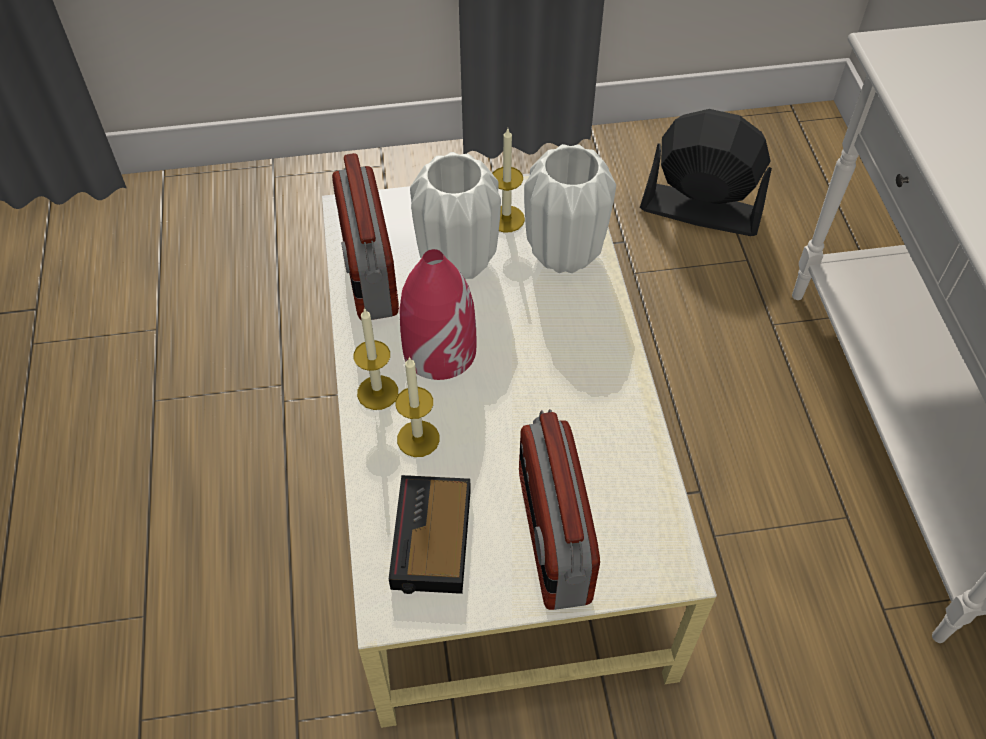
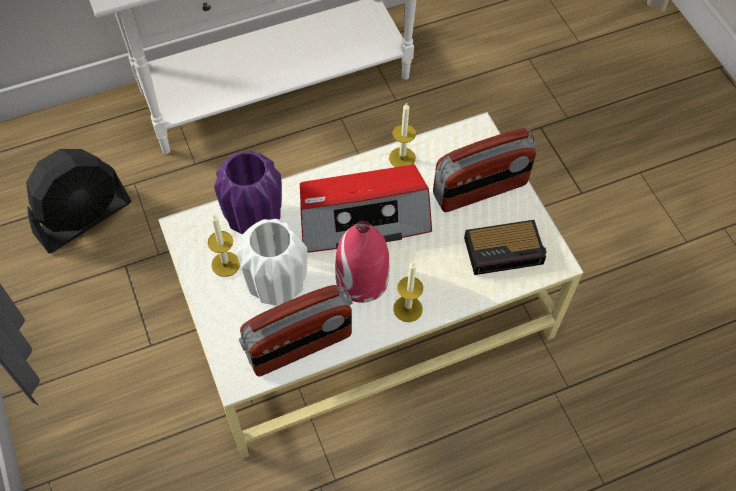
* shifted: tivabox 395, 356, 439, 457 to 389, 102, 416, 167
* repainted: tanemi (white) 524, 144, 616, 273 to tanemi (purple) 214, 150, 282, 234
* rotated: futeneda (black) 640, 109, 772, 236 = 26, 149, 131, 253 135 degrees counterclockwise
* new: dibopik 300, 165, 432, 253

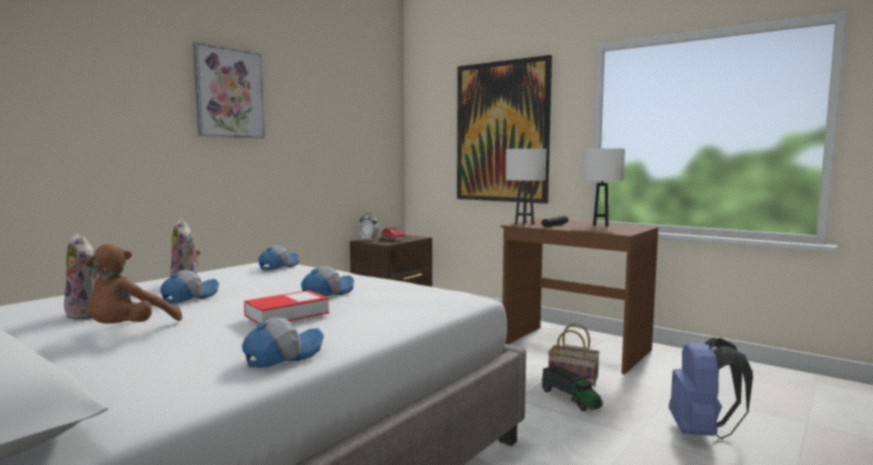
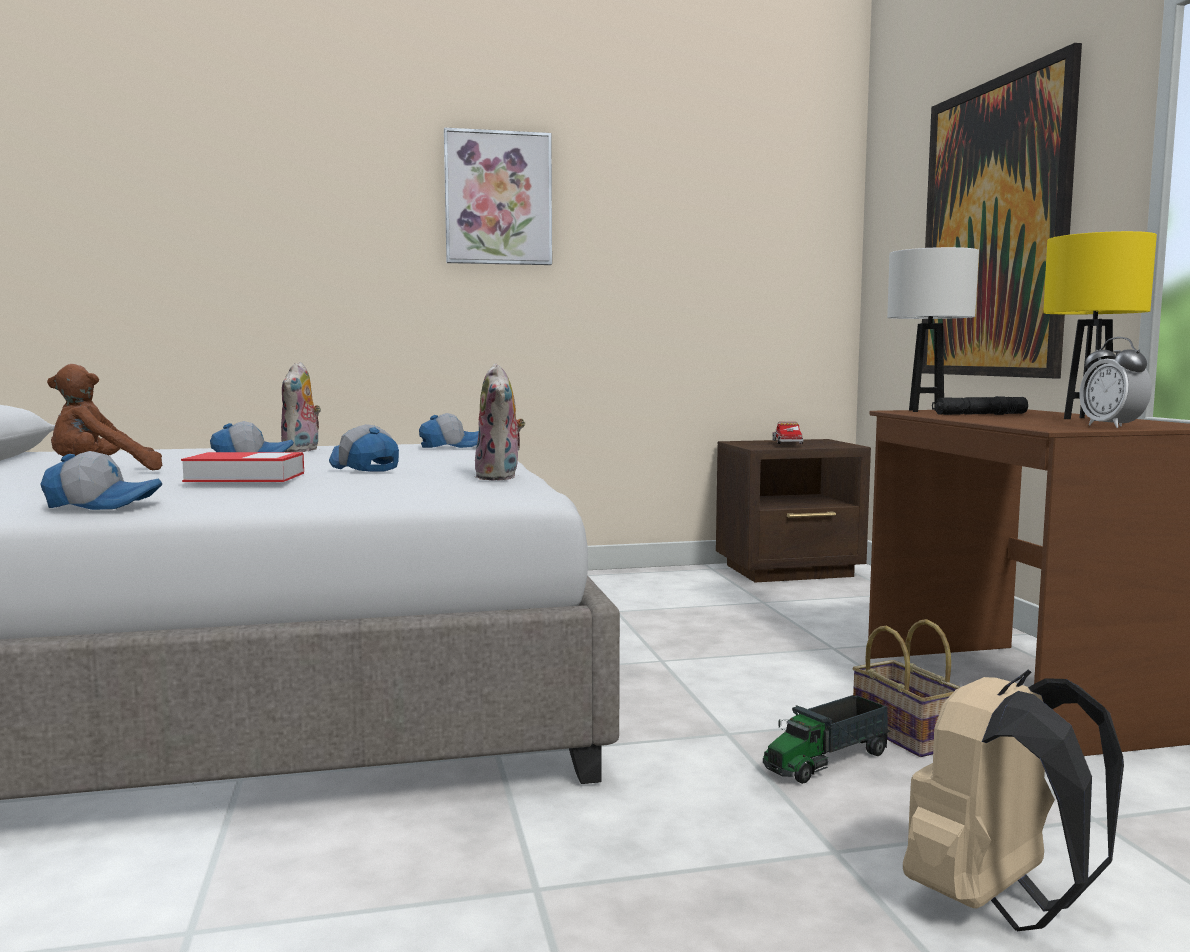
* shifted: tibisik 64, 234, 99, 320 to 475, 363, 525, 480
* rotated: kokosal 301, 266, 354, 297 = 329, 424, 399, 471 120 degrees counterclockwise
* shifted: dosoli 359, 213, 379, 240 to 1079, 337, 1152, 428
* rotated: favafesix 541, 365, 603, 411 = 763, 695, 890, 784 45 degrees clockwise
* repainted: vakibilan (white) 582, 148, 625, 227 to vakibilan (yellow) 1043, 231, 1157, 421
* repainted: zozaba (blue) 669, 337, 753, 439 to zozaba (beige) 903, 670, 1124, 931

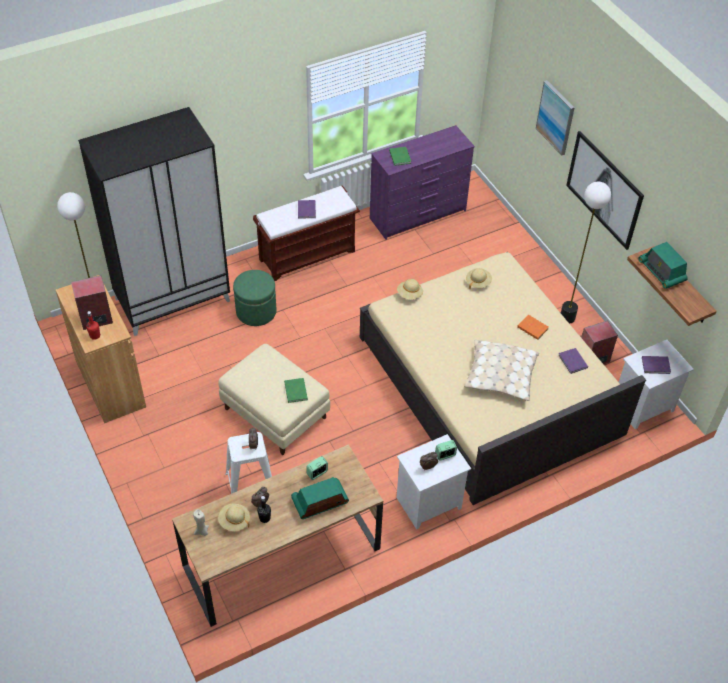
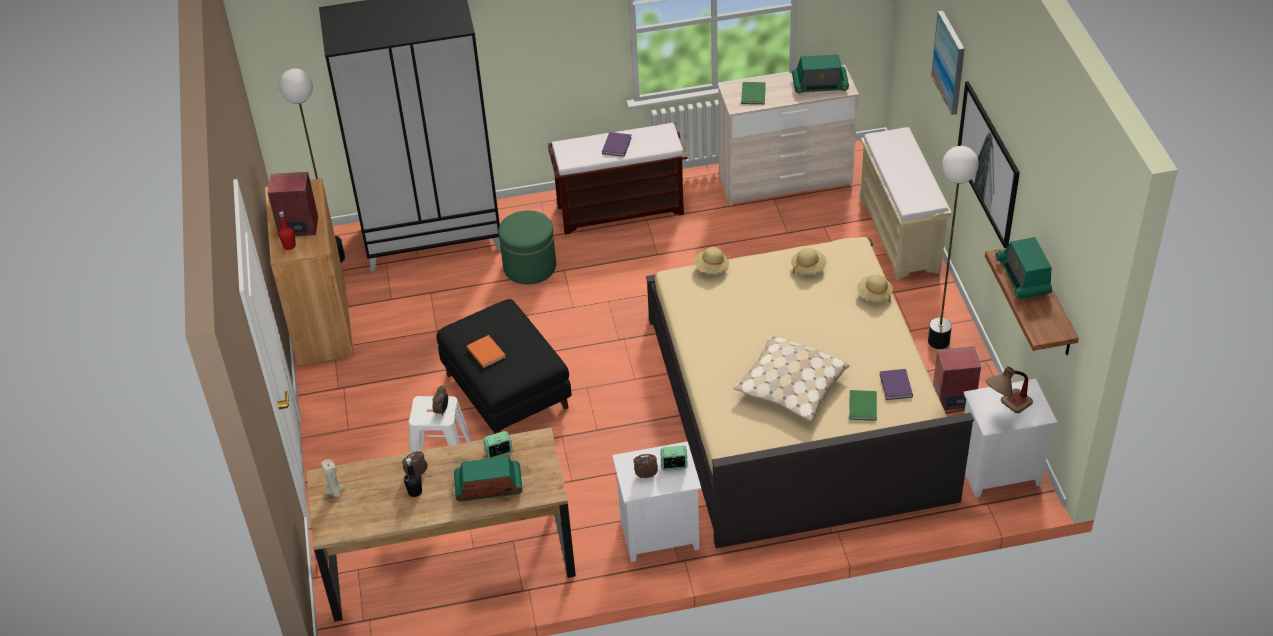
* shifted: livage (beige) 218, 503, 250, 531 to 857, 274, 893, 303
* repainted: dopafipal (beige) 219, 344, 330, 455 to dopafipal (black) 437, 299, 571, 434
* shifted: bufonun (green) 284, 378, 308, 403 to 849, 390, 877, 421
* repainted: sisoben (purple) 370, 125, 475, 240 to sisoben (beige) 718, 65, 859, 206
* shifted: bufonun (orange) 517, 315, 549, 340 to 467, 335, 506, 368
* swapped: bufonun (purple) 642, 356, 671, 374 to vakibilan 986, 367, 1033, 413
* new: dibopik 792, 54, 849, 94
* new: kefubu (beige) 860, 127, 952, 280

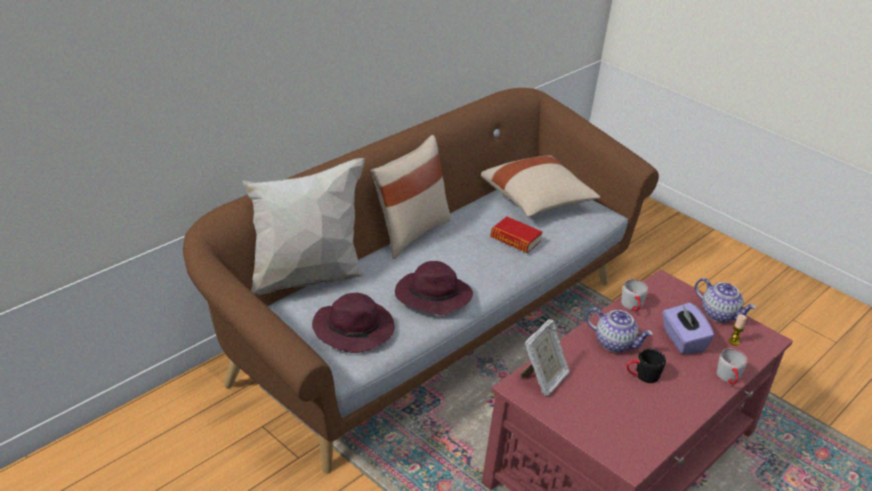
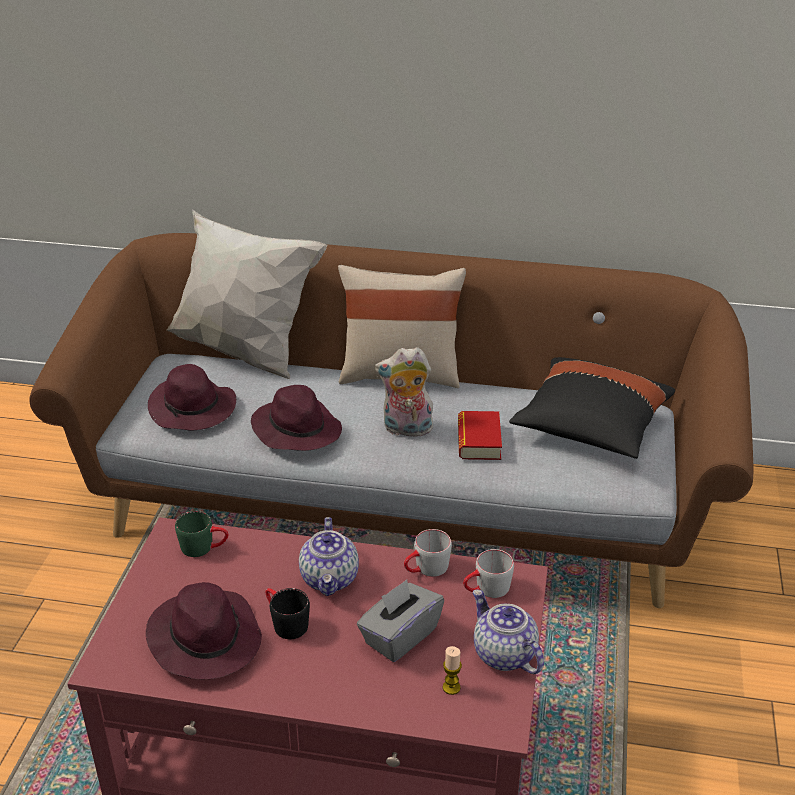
* repainted: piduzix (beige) 481, 155, 600, 217 to piduzix (black) 509, 357, 675, 459
* swapped: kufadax 521, 319, 570, 396 to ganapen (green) 175, 511, 228, 557
* repainted: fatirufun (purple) 663, 303, 715, 354 to fatirufun (grey) 357, 579, 444, 662
* rotated: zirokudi 695, 278, 756, 323 = 473, 589, 544, 674 135 degrees clockwise
* shifted: ganapen (grey) 717, 348, 747, 385 to 463, 549, 514, 598
* new: livage (purple) 146, 582, 262, 680
* new: tibisik 375, 347, 433, 437

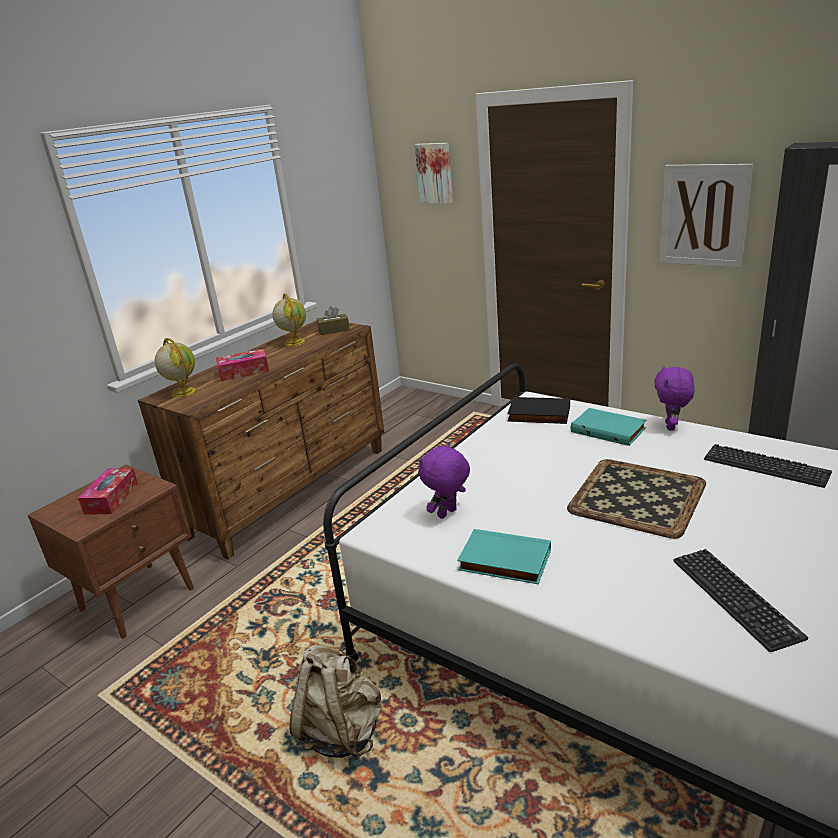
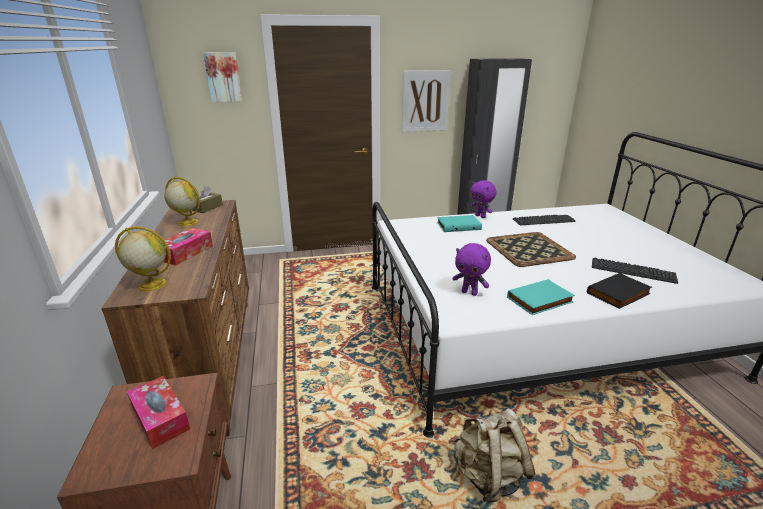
* rotated: tibisik (purple) 418, 442, 470, 519 = 452, 243, 491, 296 60 degrees counterclockwise
* shifted: bufonun (black) 507, 397, 570, 424 to 587, 273, 652, 309

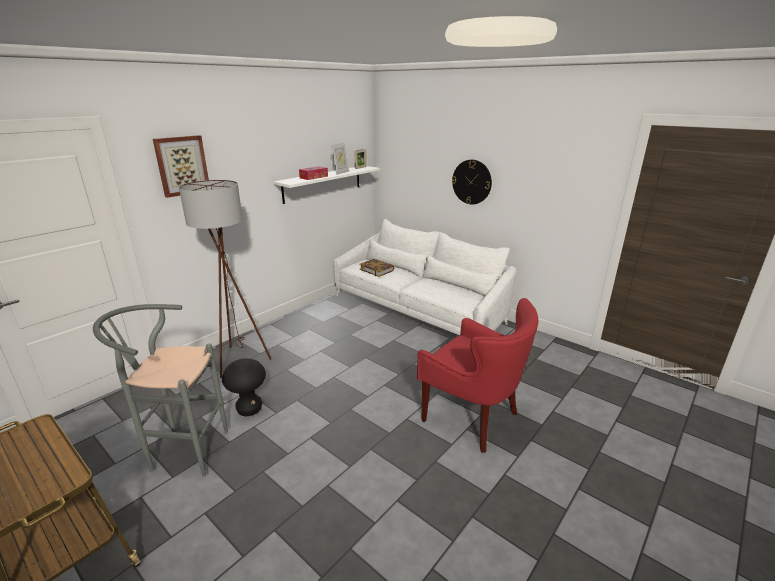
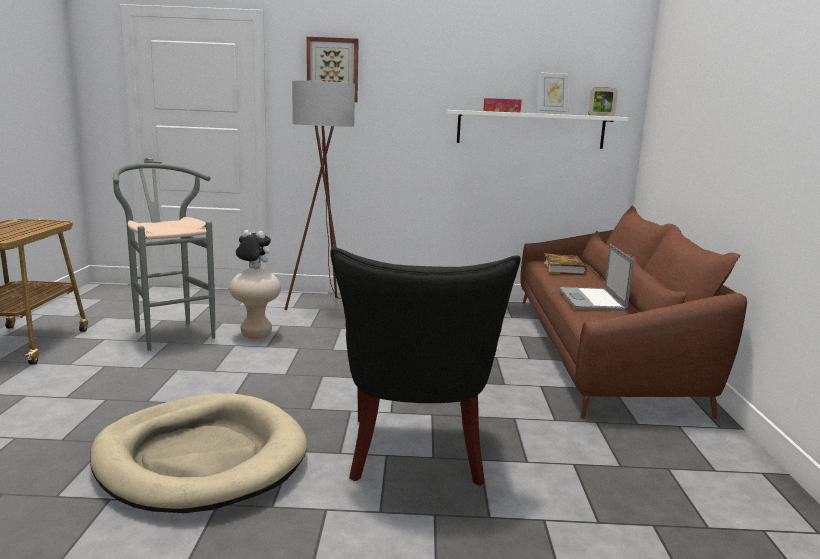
* repainted: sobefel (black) 222, 358, 266, 416 to sobefel (beige) 230, 268, 281, 339
* repainted: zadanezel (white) 333, 219, 516, 335 to zadanezel (brown) 520, 206, 747, 419
* repainted: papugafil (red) 417, 298, 539, 453 to papugafil (black) 330, 247, 521, 486
* gone: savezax 452, 160, 492, 204
* new: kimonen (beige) 90, 393, 307, 513
* new: tibisik 236, 230, 271, 269
* new: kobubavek 559, 244, 634, 311

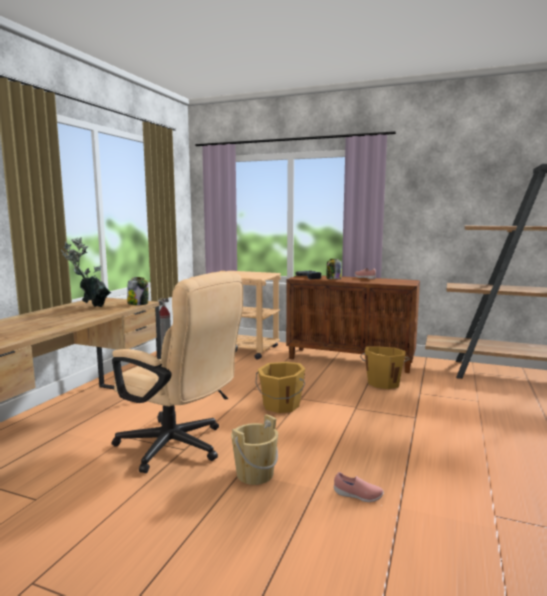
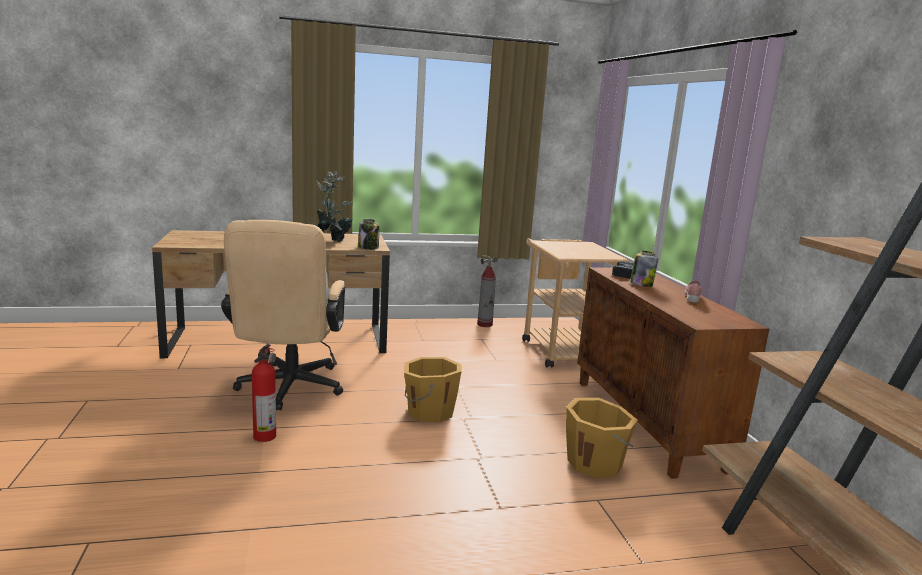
* swapped: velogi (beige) 231, 414, 278, 485 to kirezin 252, 344, 276, 442
* gone: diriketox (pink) 334, 472, 384, 502

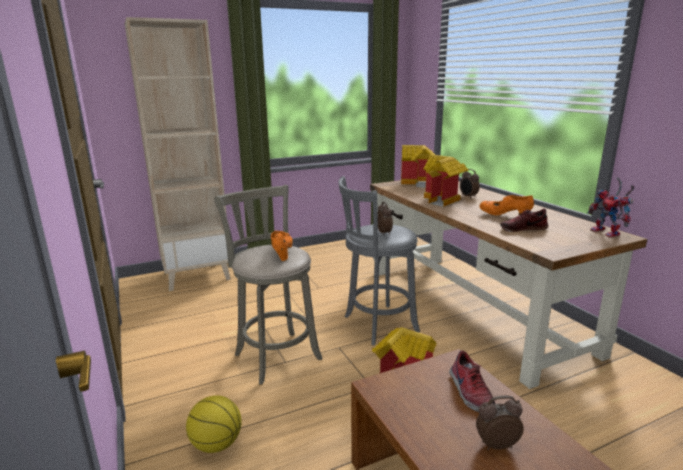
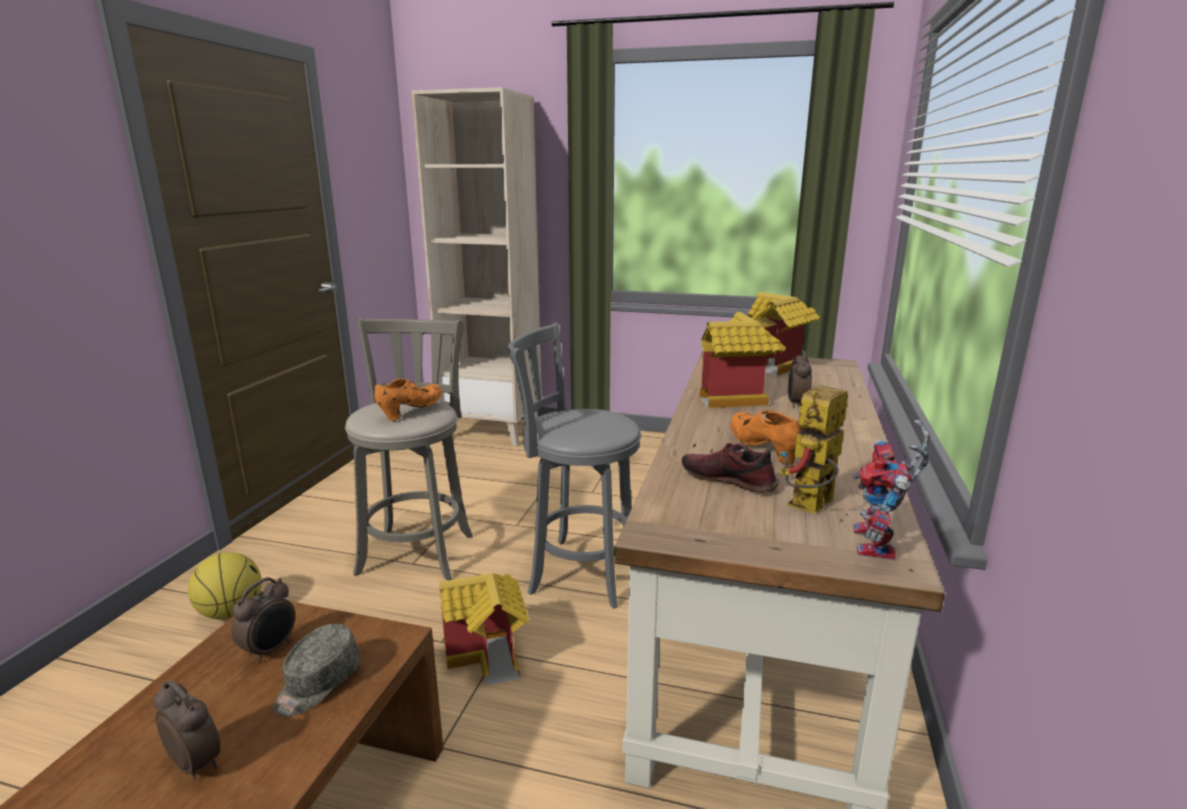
* shifted: dosoli 378, 202, 393, 235 to 232, 577, 296, 663
* swapped: diriketox 449, 350, 495, 412 to kokosal (grey) 273, 624, 360, 716
* new: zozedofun 780, 385, 848, 514

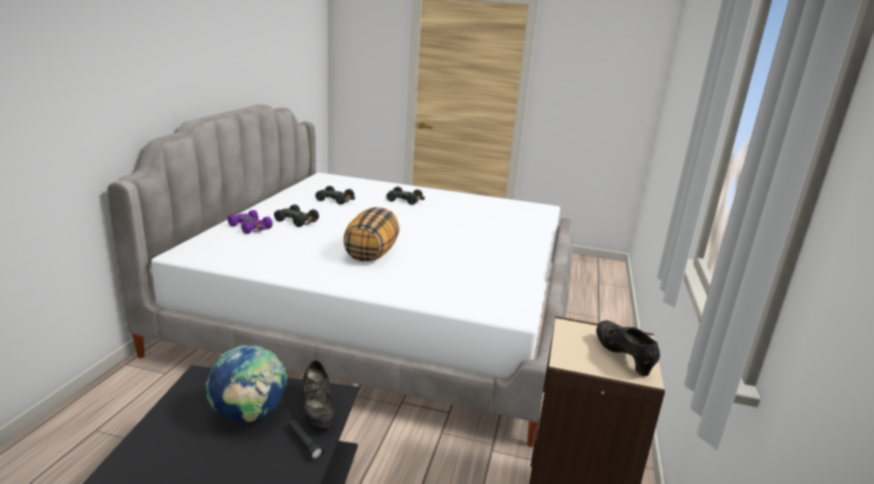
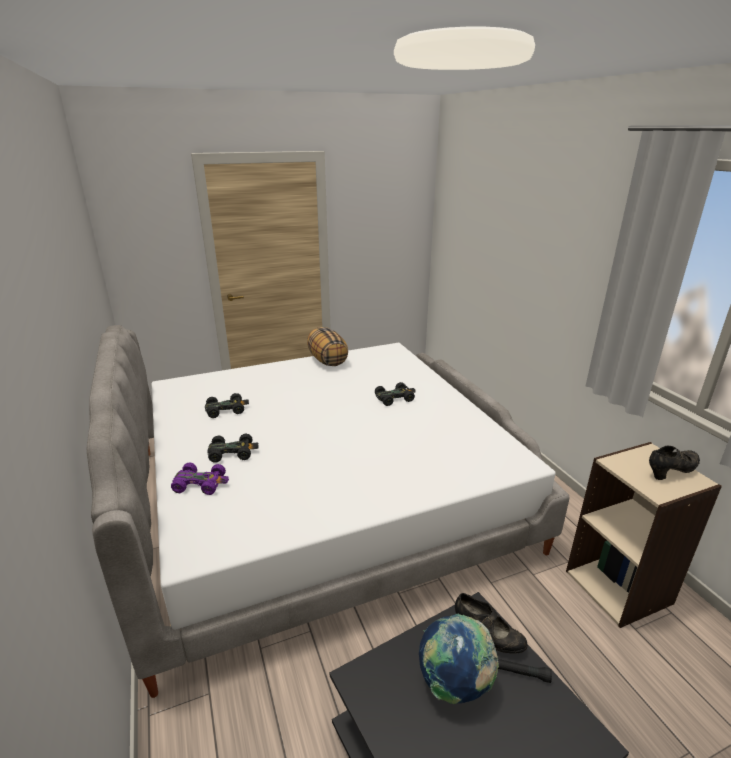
* shifted: piduzix 343, 207, 399, 261 to 307, 327, 348, 366
* shifted: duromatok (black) 386, 187, 425, 205 to 375, 382, 416, 406
* rotated: diriketox (black) 596, 321, 660, 376 = 649, 446, 700, 480 120 degrees clockwise

